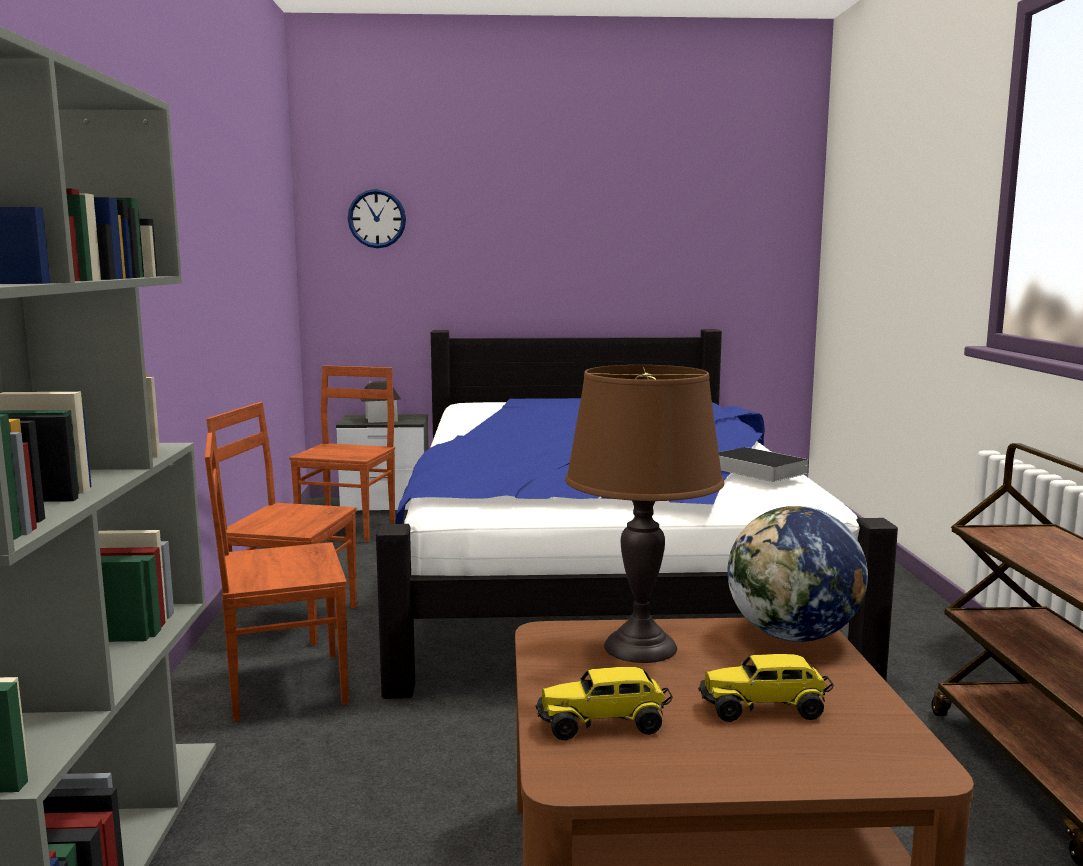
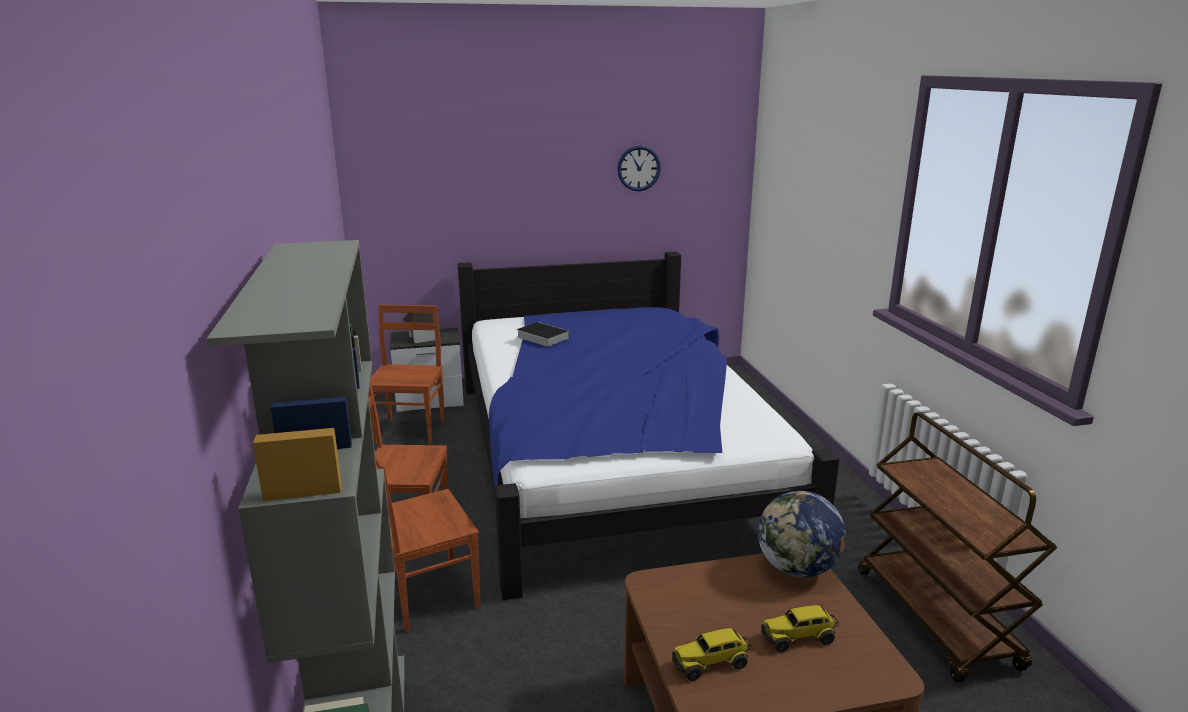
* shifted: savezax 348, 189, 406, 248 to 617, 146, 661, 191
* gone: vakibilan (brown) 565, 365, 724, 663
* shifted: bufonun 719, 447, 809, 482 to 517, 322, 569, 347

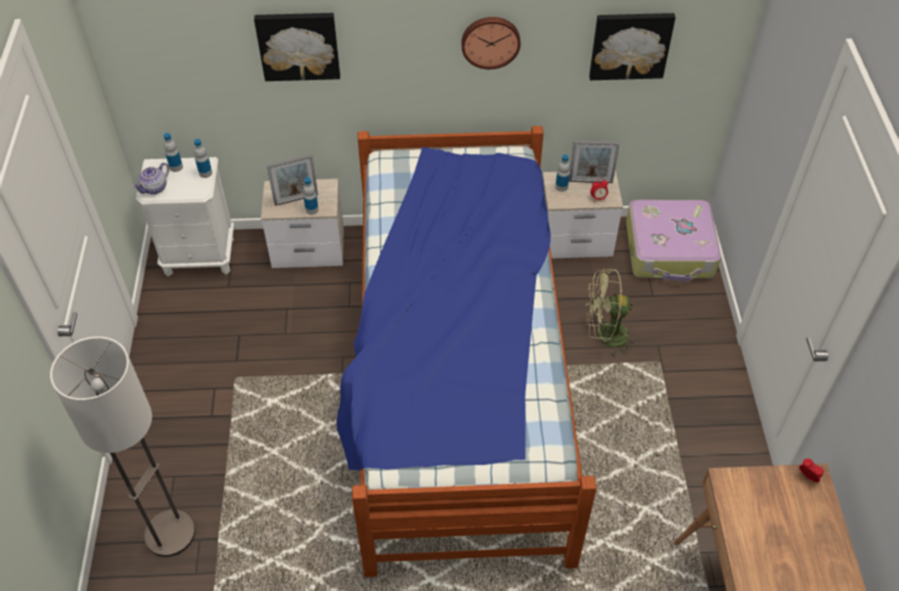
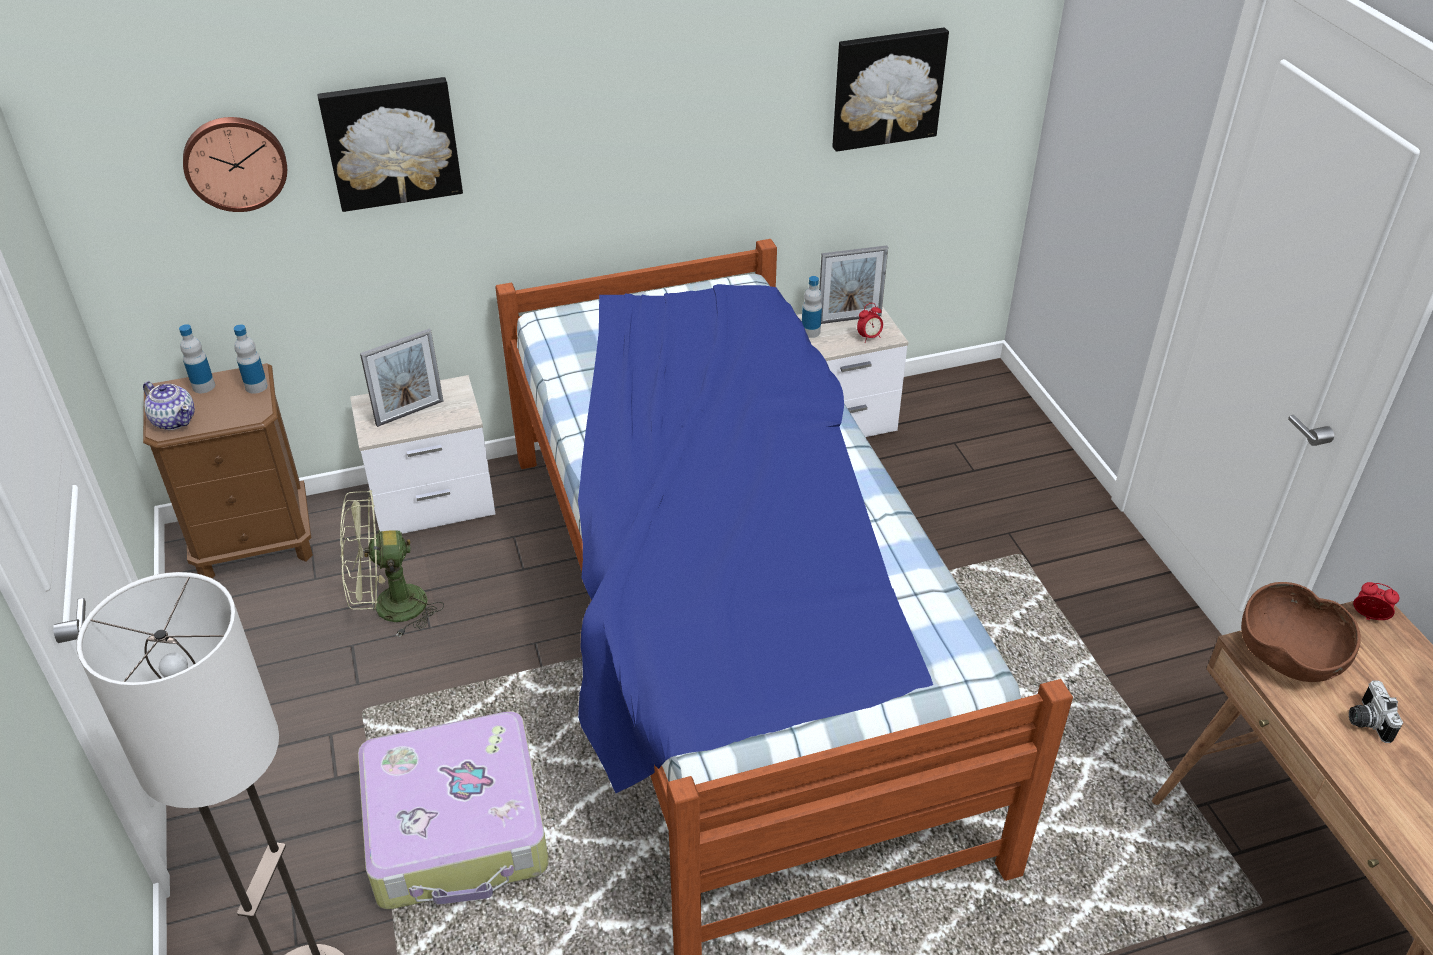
* rotated: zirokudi 132, 163, 170, 195 = 143, 381, 195, 430 75 degrees counterclockwise
* repainted: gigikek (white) 136, 157, 234, 277 to gigikek (brown) 143, 363, 313, 578
* gone: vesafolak 303, 177, 319, 215
* shifted: savezax 461, 17, 521, 69 to 183, 117, 287, 212
* shifted: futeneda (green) 586, 269, 639, 357 to 340, 490, 444, 638
* shifted: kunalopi 626, 200, 721, 281 to 358, 711, 549, 909
* new: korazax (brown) 1241, 582, 1361, 682
* new: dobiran 1349, 680, 1403, 743

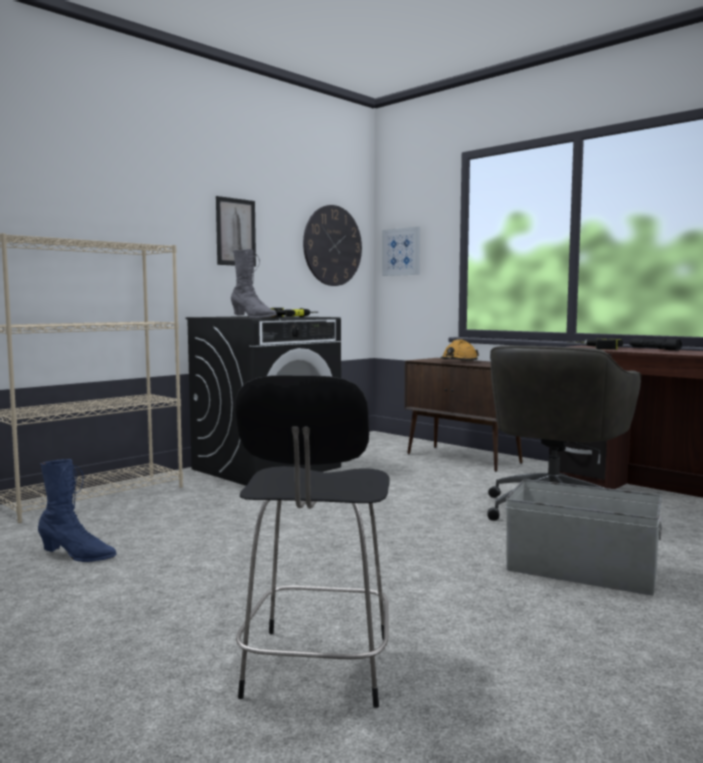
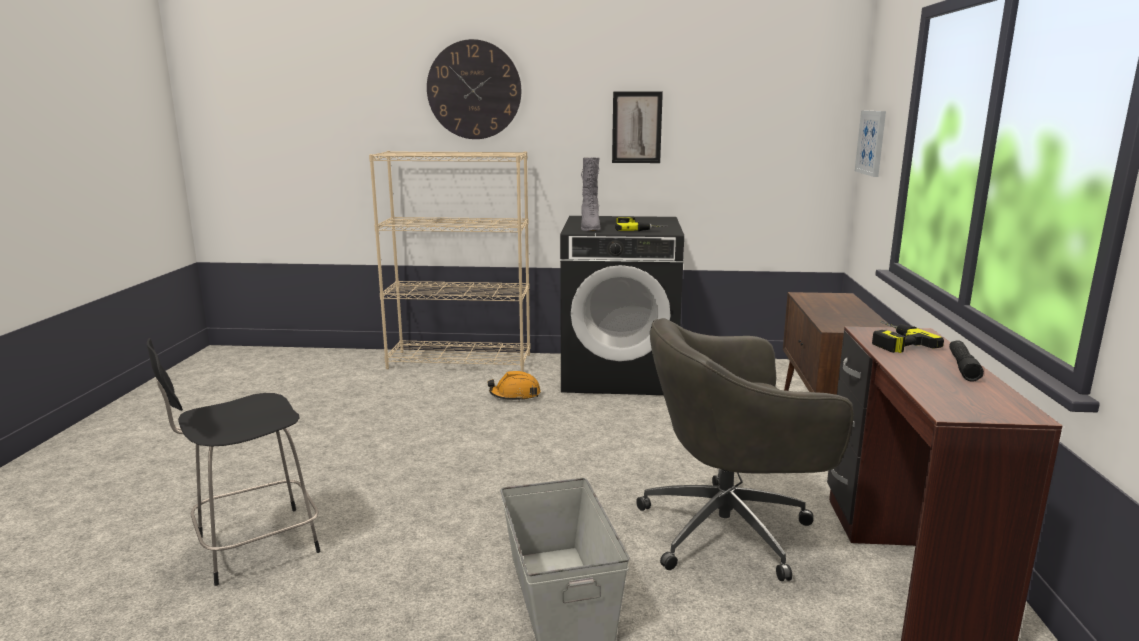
* gone: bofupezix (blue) 38, 459, 117, 562
* shifted: savezax 303, 205, 362, 286 to 427, 39, 521, 139
* shifted: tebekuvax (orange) 440, 339, 479, 361 to 487, 371, 541, 402

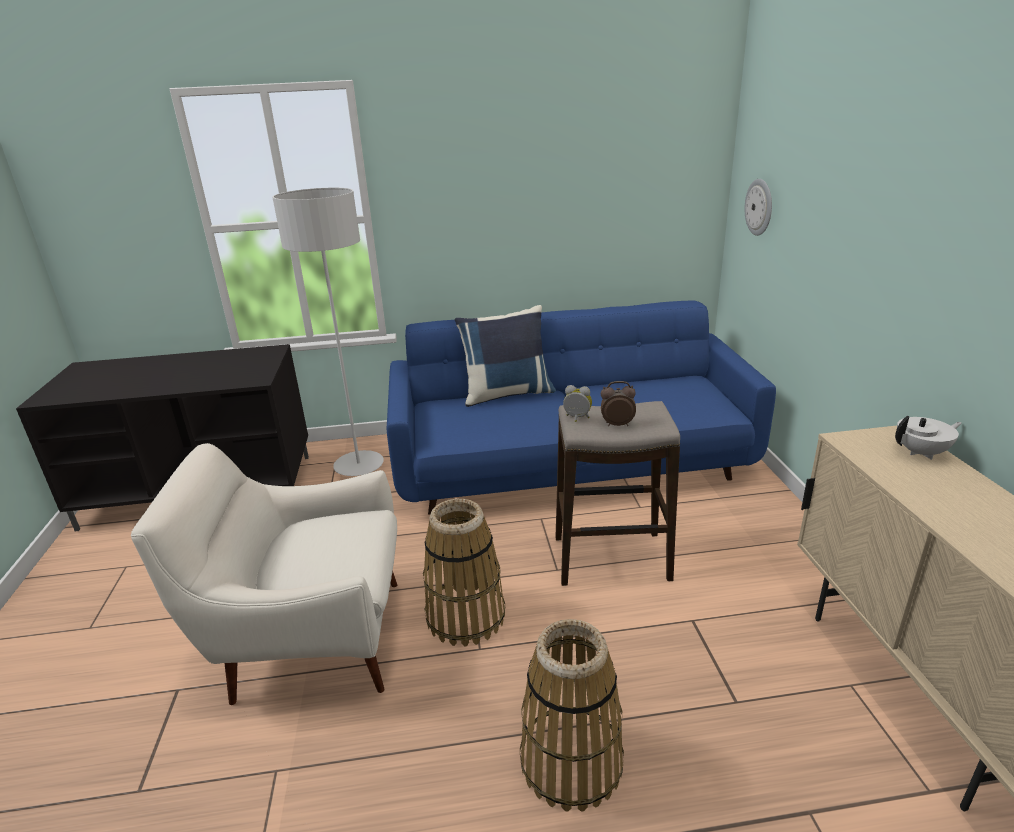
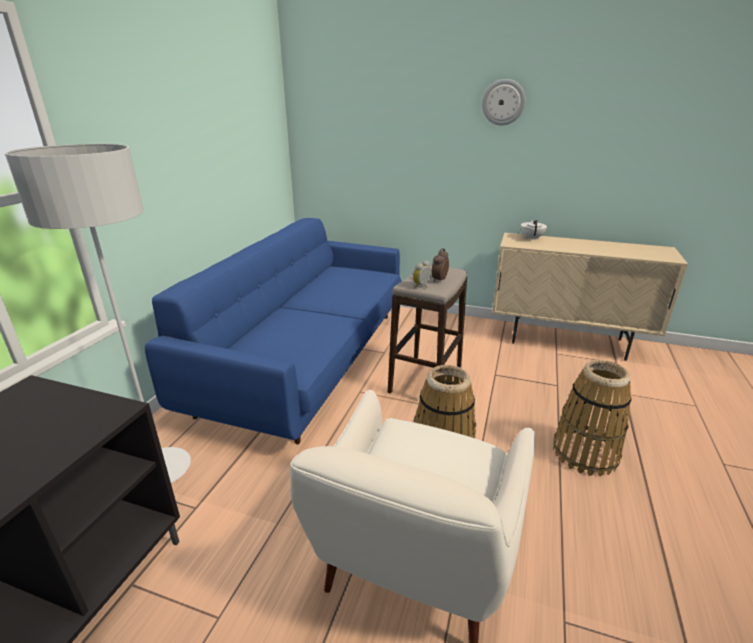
* gone: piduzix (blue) 454, 305, 556, 407
* shifted: savezax 745, 179, 772, 236 to 482, 79, 526, 125

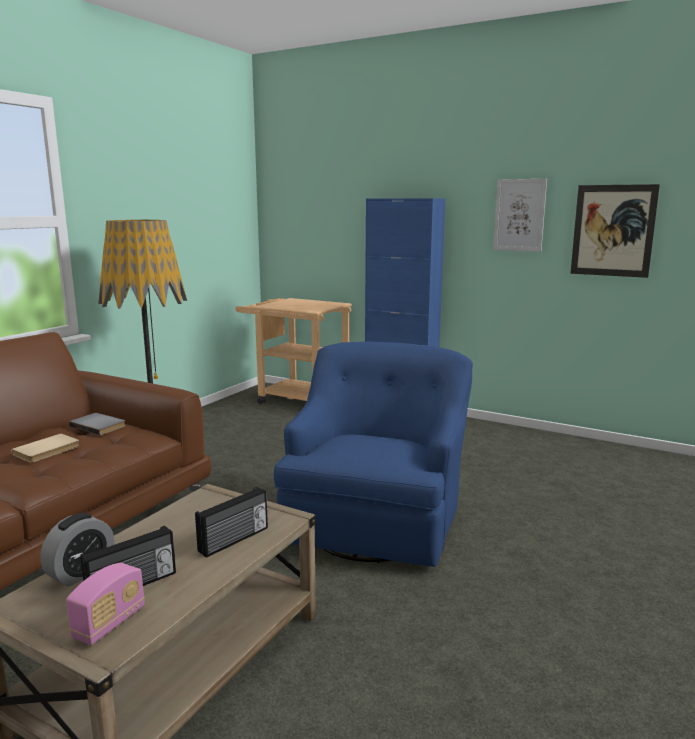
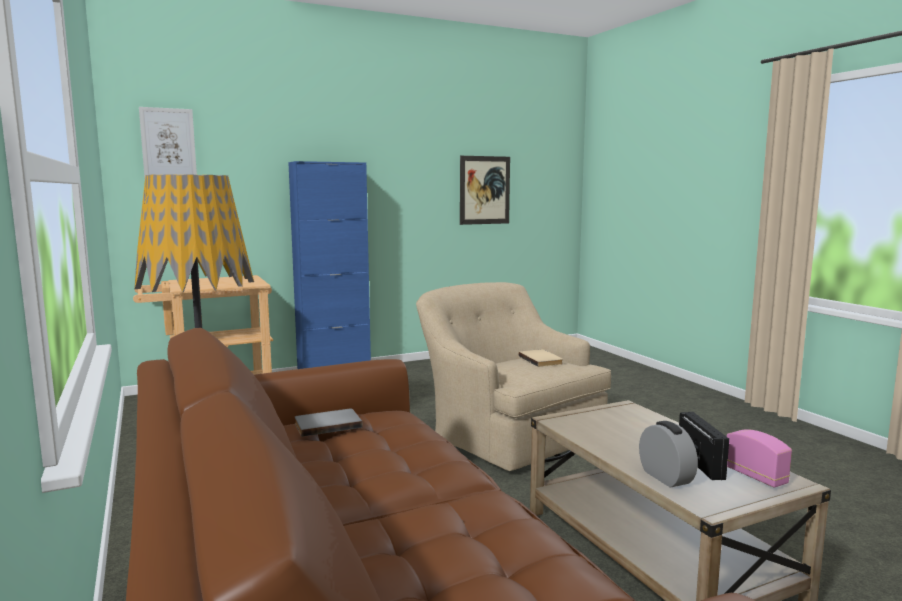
* shifted: bufonun (beige) 11, 433, 80, 463 to 519, 349, 563, 367
* gone: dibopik 195, 487, 268, 558
* repainted: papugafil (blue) 274, 342, 473, 567 to papugafil (beige) 416, 282, 611, 471
* shifted: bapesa 493, 179, 547, 252 to 139, 107, 197, 177

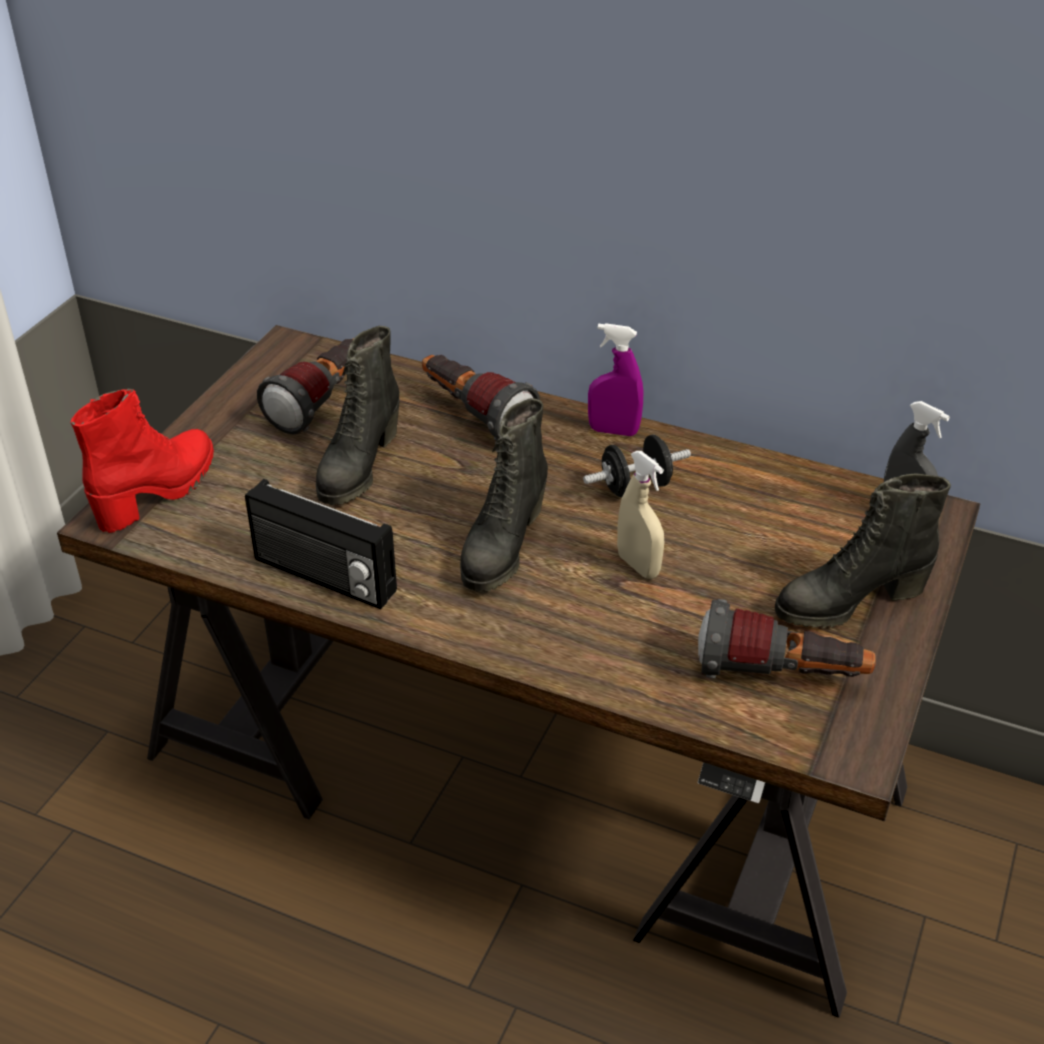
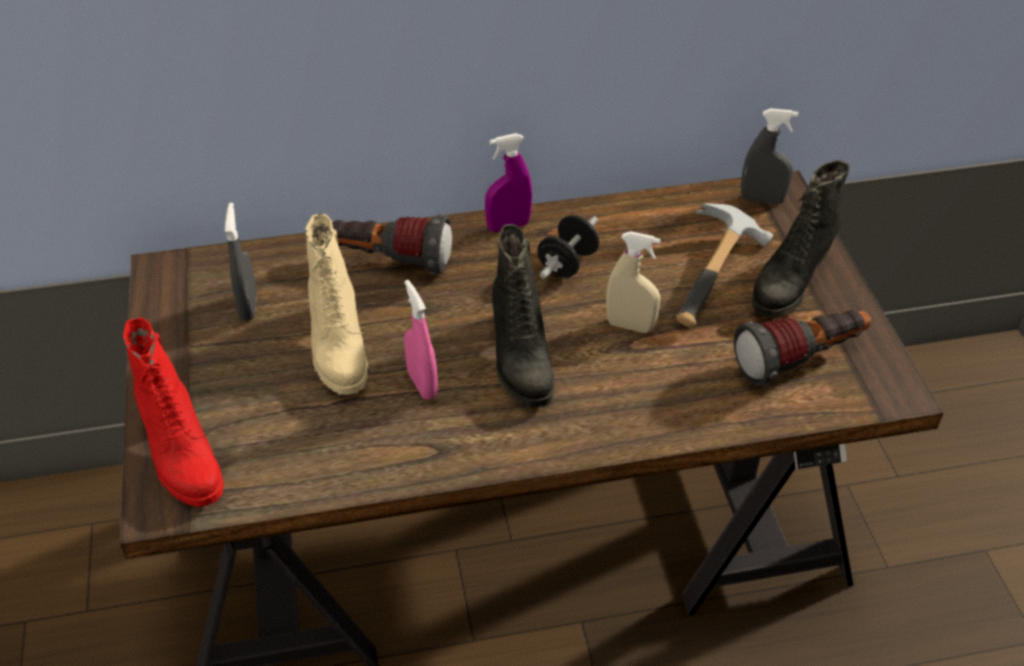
* rotated: bofupezix (red) 70, 389, 214, 533 = 123, 317, 224, 507 150 degrees clockwise
* gone: dibopik 245, 479, 397, 609
* swapped: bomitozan 257, 338, 354, 434 to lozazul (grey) 225, 203, 257, 321
* repainted: bofupezix (black) 316, 326, 400, 505 to bofupezix (beige) 305, 214, 369, 395
* new: lozazul (pink) 404, 280, 438, 400
* new: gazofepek 676, 203, 773, 328

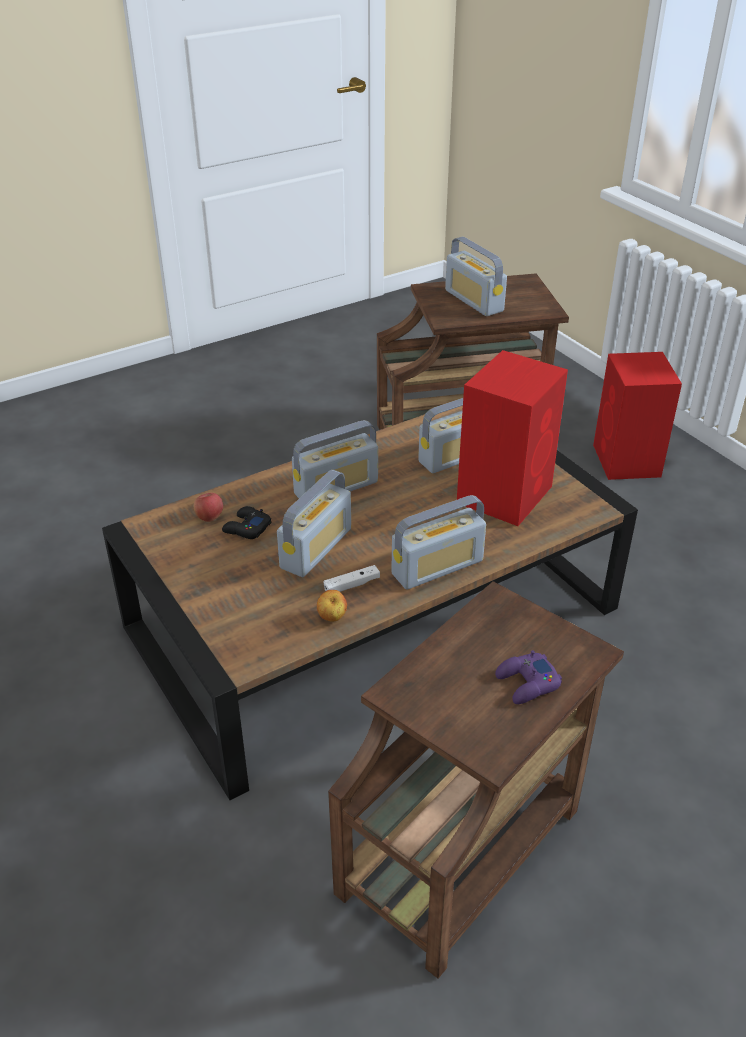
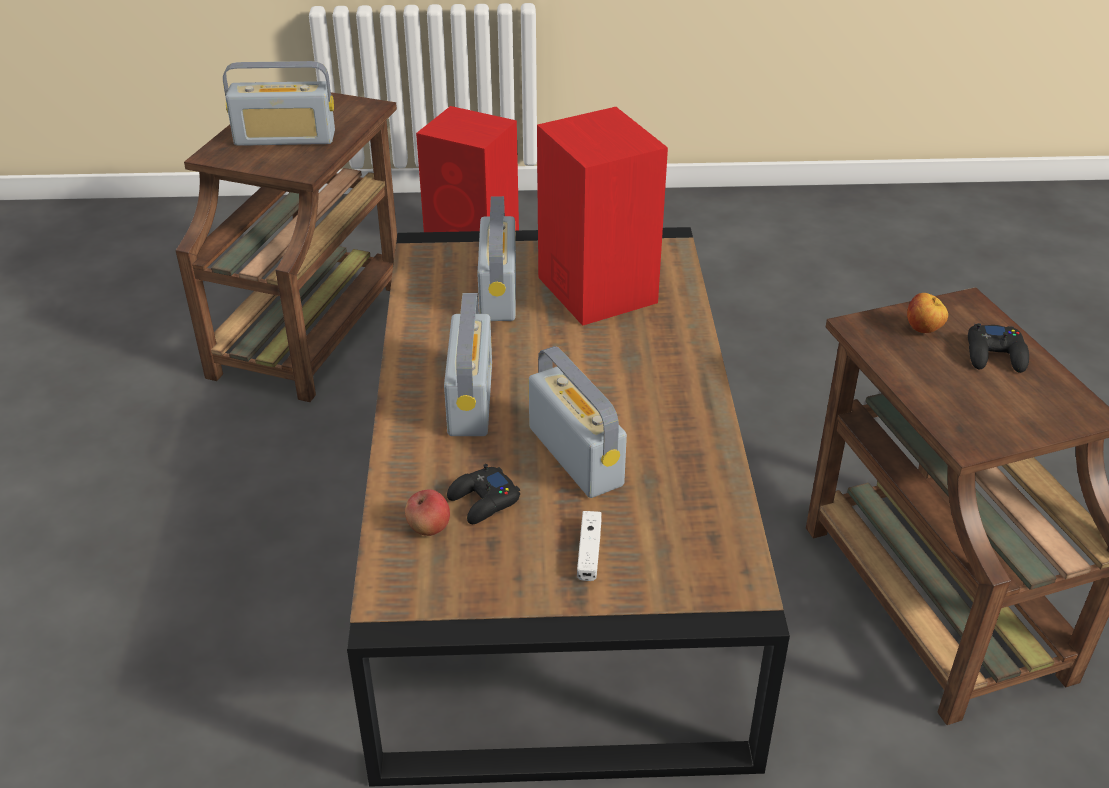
* shifted: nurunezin 317, 590, 347, 622 to 907, 293, 948, 333
* shifted: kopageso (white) 323, 565, 380, 592 to 577, 511, 602, 581
* gone: dibopik 391, 495, 486, 590
* repainted: kopageso (purple) 495, 650, 562, 704 to kopageso (black) 968, 323, 1029, 373

